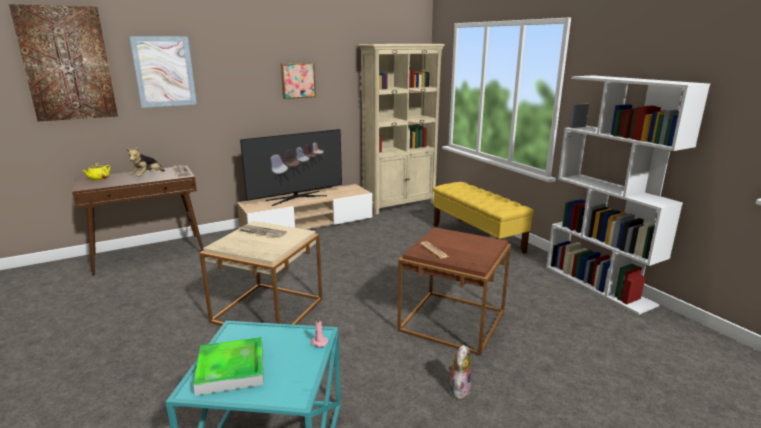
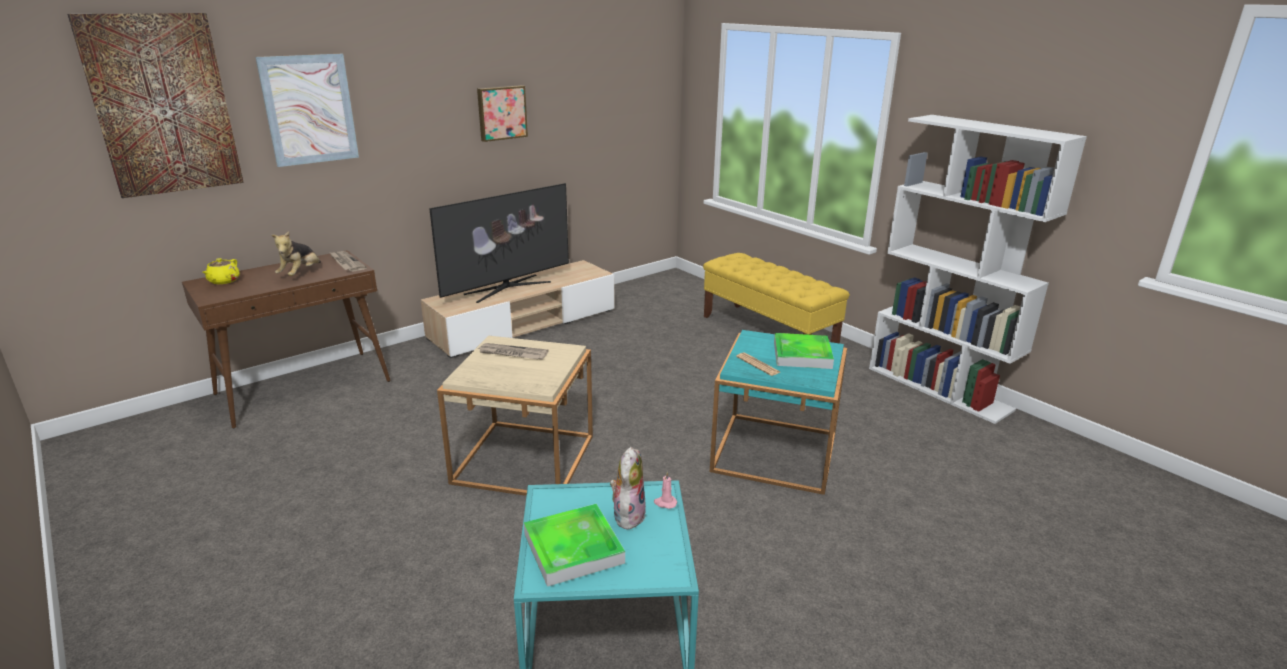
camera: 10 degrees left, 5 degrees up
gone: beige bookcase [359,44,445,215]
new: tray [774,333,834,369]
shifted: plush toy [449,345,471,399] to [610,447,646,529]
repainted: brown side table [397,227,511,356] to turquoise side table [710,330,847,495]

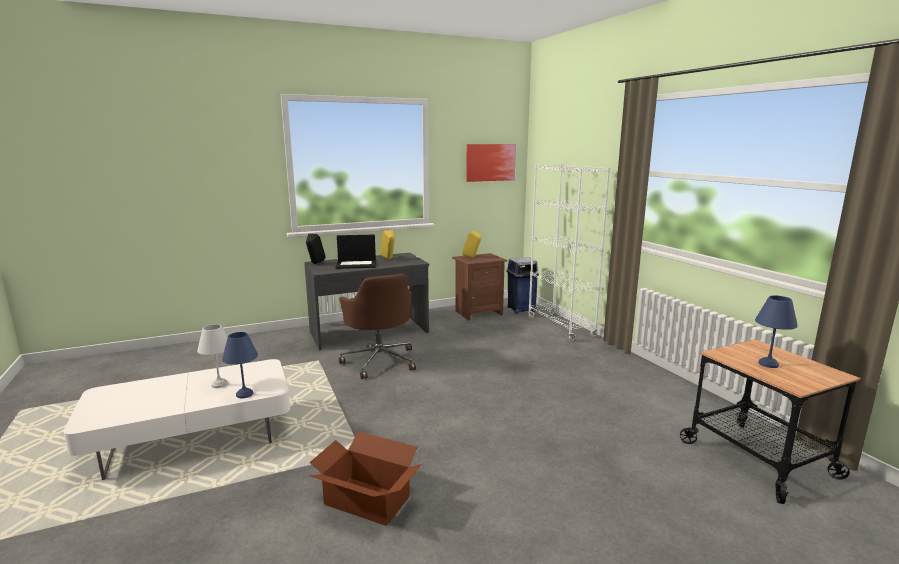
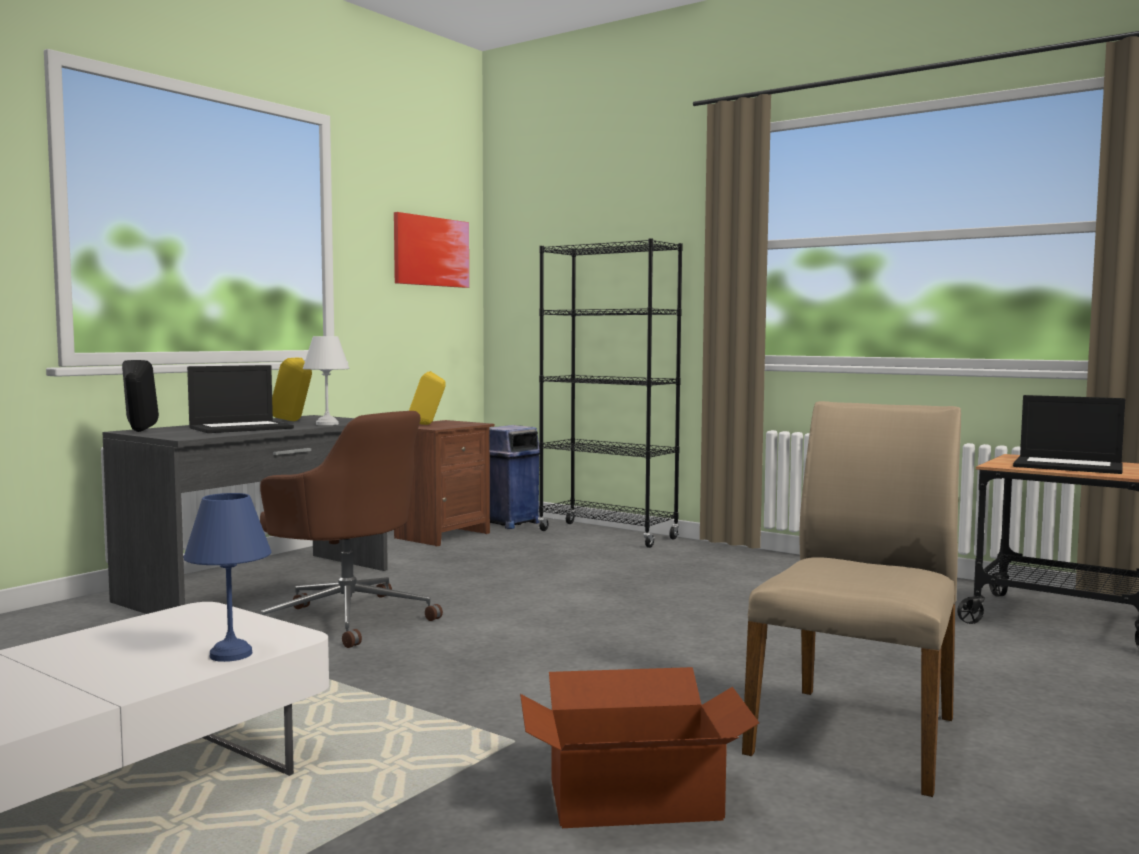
camera: 30 degrees left, 10 degrees down
new: beige chair [742,401,961,797]
shifted: white table lamp [197,324,228,388] to [303,336,349,425]
swapped: blue table lamp [755,295,798,368] to laptop [1013,395,1125,474]
repainted: white bookcase [528,164,611,341] to black bookcase [538,239,683,548]

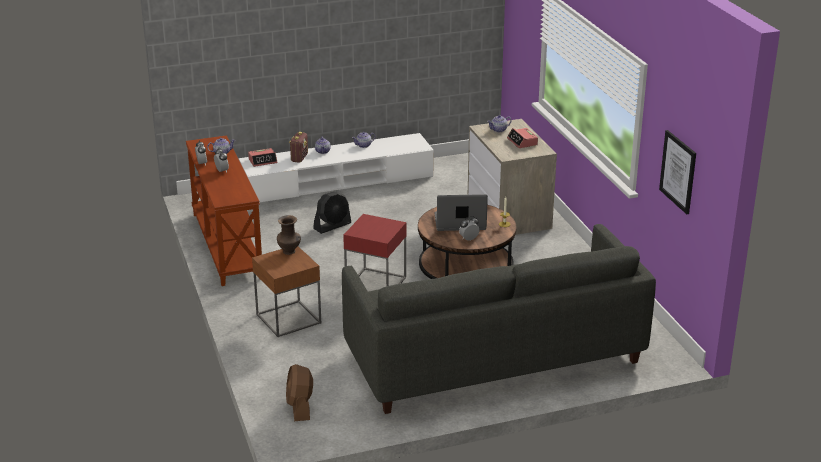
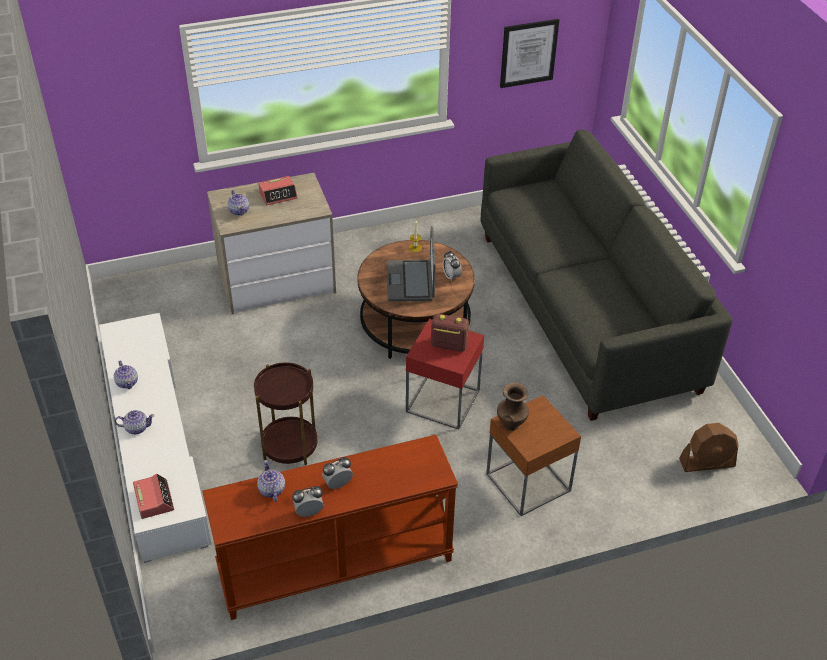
camera: 90 degrees left, 15 degrees up
shifted: radio [289,132,308,163] to [431,314,469,352]
swapped: black fan [313,192,351,234] to brown side table [254,362,318,465]

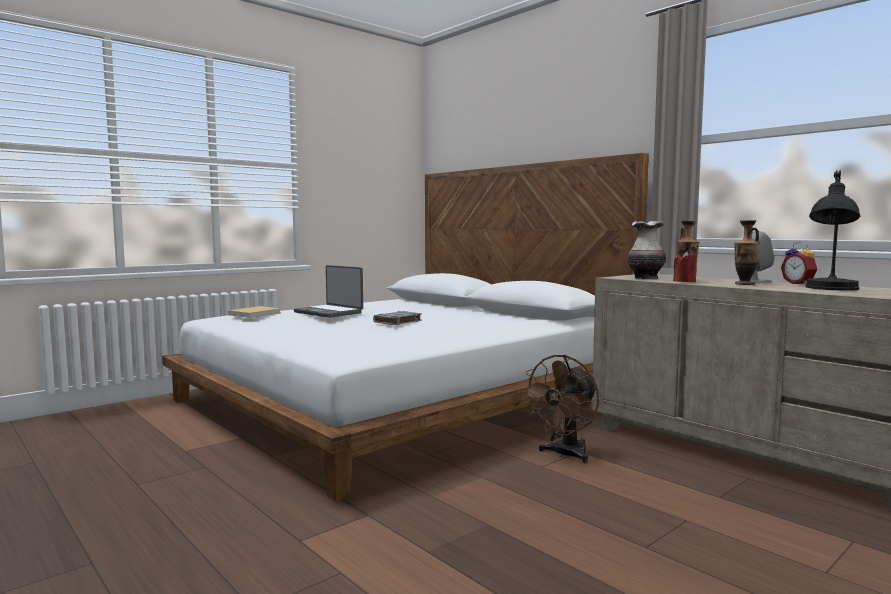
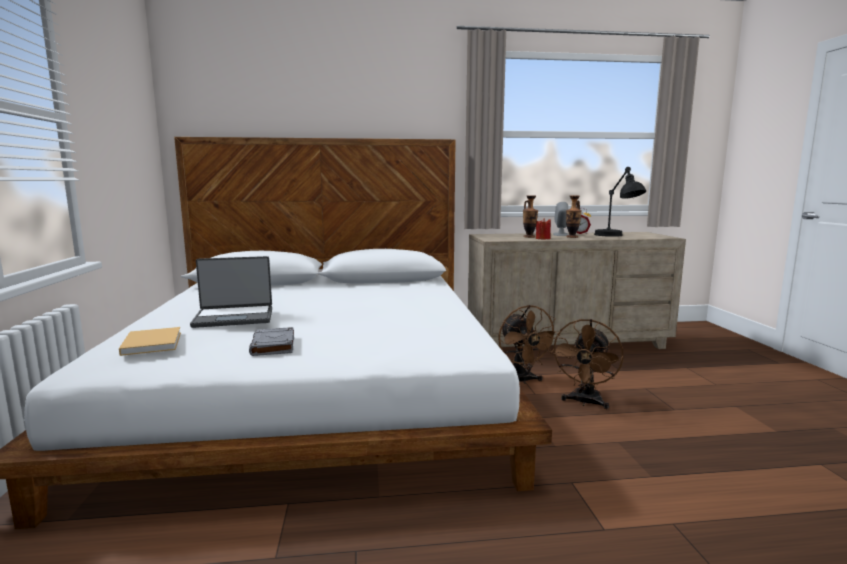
camera: 55 degrees left, 5 degrees up
gone: vase [627,221,666,279]
new: brown fan [551,319,624,409]
shifted: grey book [373,311,422,325] to [249,327,294,356]

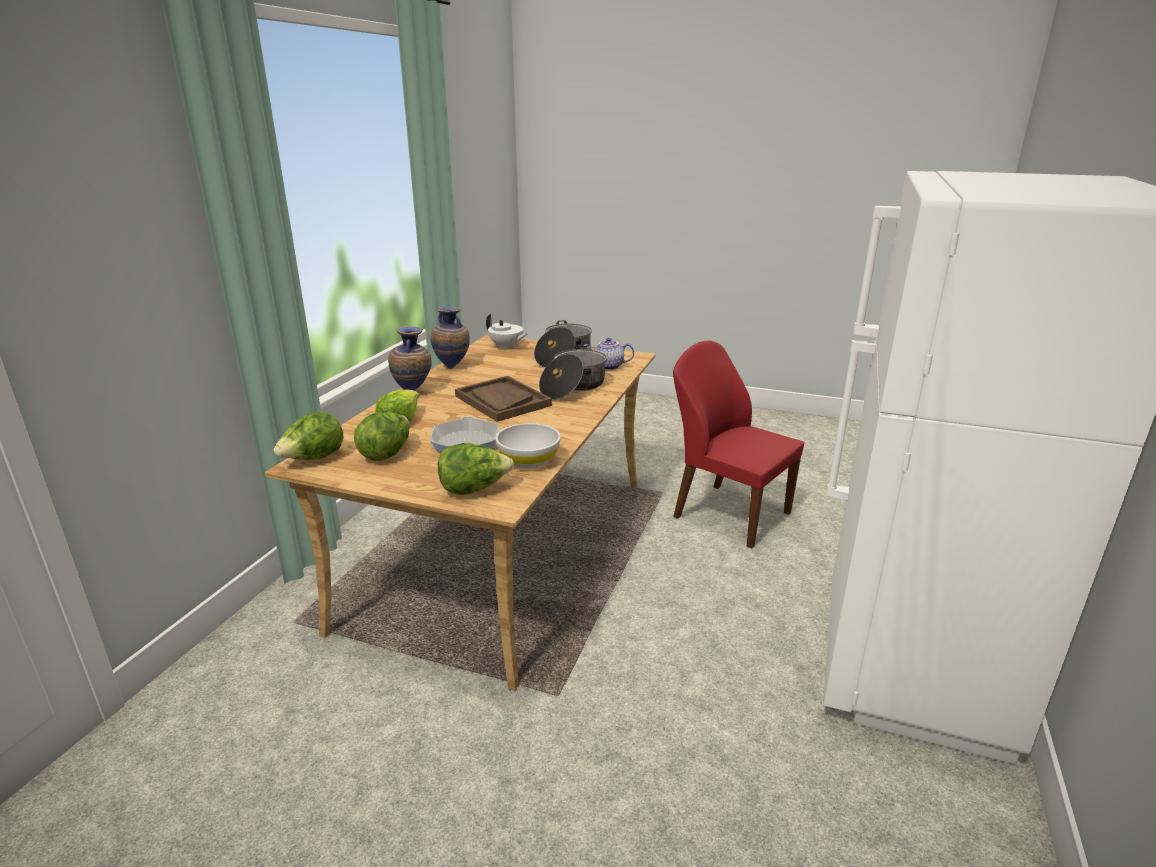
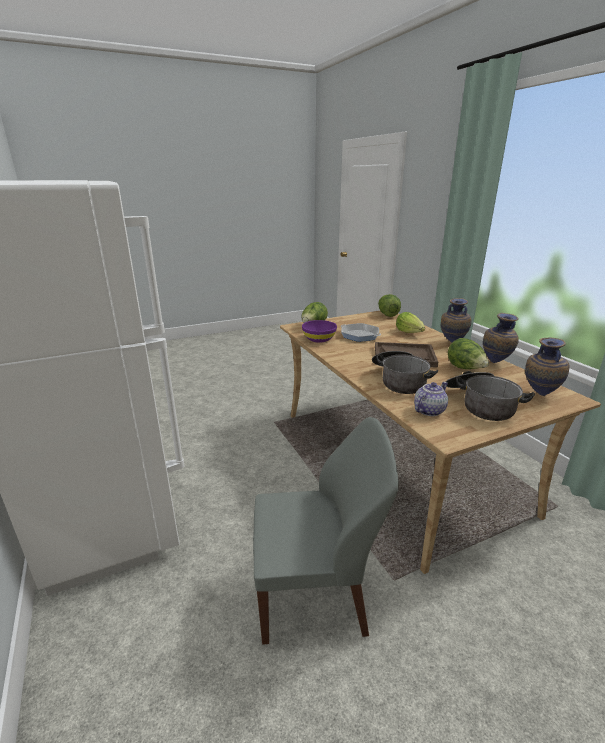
camera: 135 degrees right, 0 degrees up
shifted: lettuce [354,412,409,461] to [448,338,489,369]
swapped: white teapot [486,314,528,350] to vase [525,337,570,396]
repainted: white bowl [496,423,561,468] to purple bowl [302,320,337,343]; red chair [673,341,804,549] to grey chair [253,417,399,645]

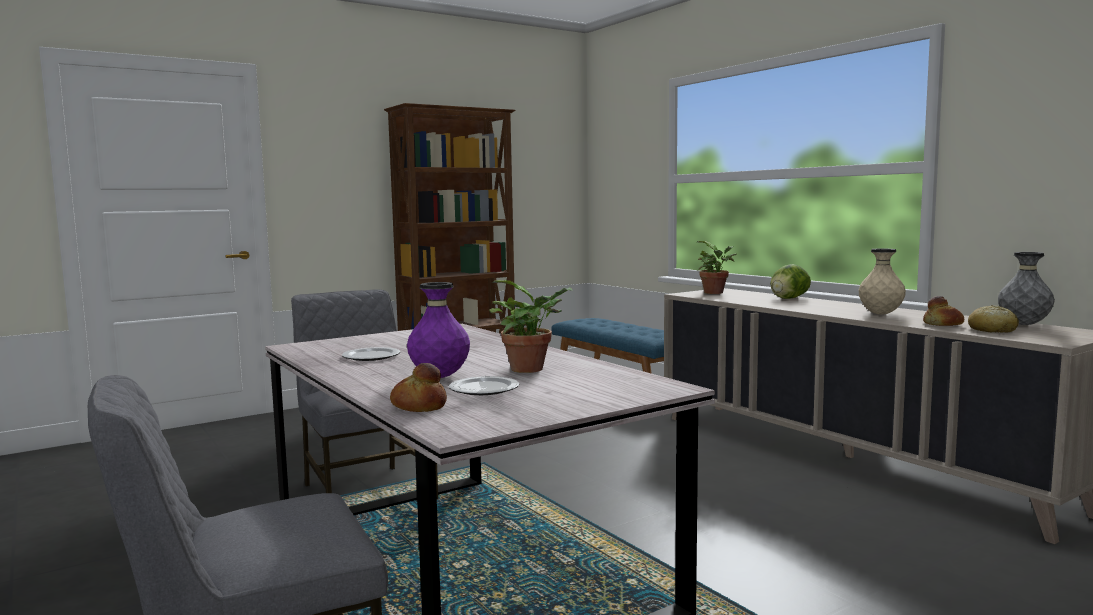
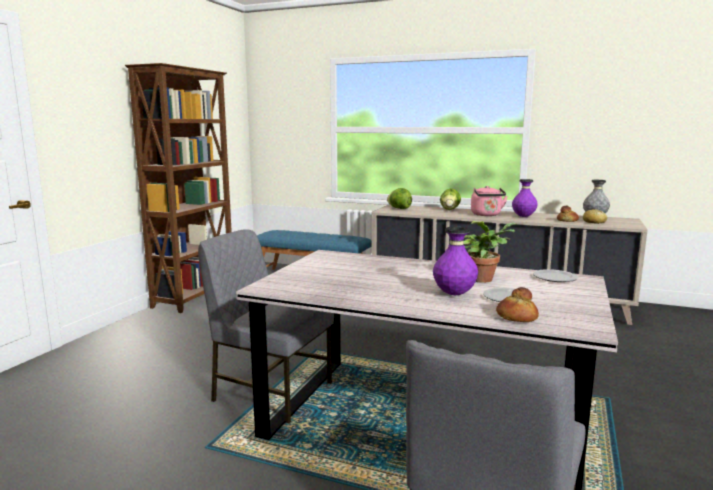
camera: 35 degrees left, 5 degrees up
new: pink kettle [471,186,508,216]
shifted: plate [342,347,400,361] to [533,269,578,282]
swapped: potted plant [697,241,737,294] to lettuce [387,188,412,209]
repainted: beige vase [859,249,906,315] to purple vase [512,179,538,217]

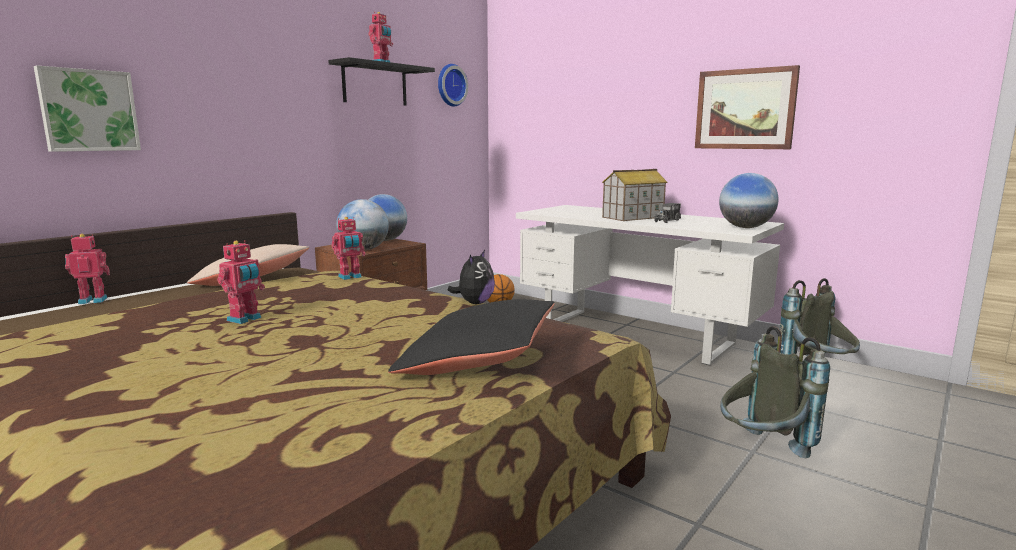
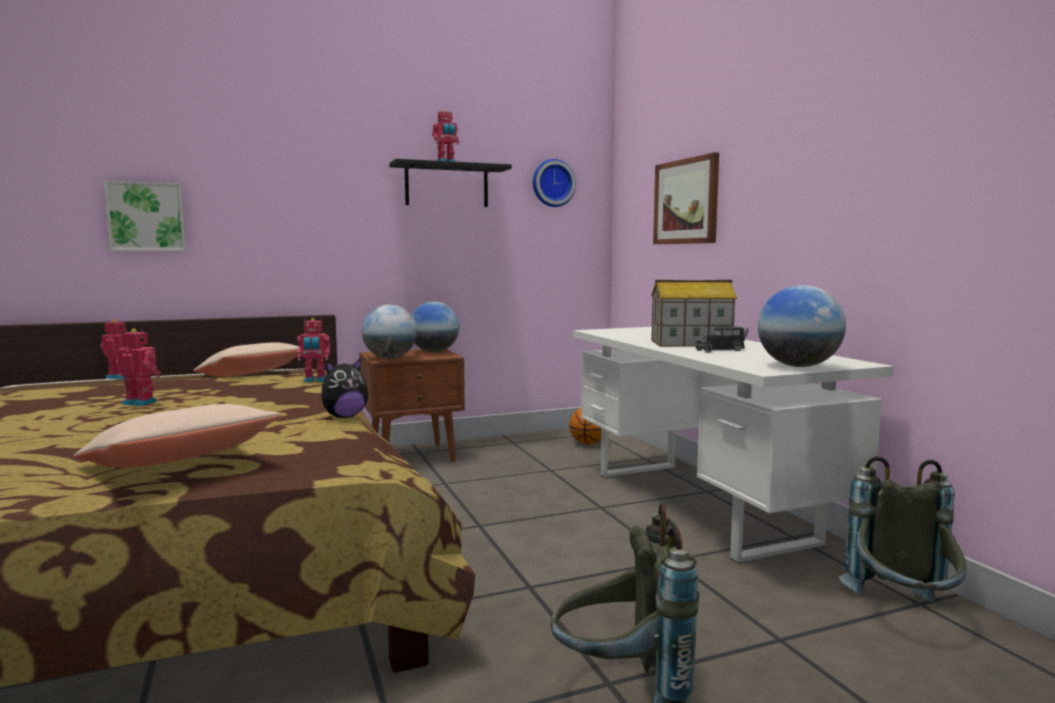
camera: 30 degrees right, 5 degrees down
shifted: picture [695,65,800,149] to [653,152,719,244]
repainted: black pillow [388,299,555,375] to beige pillow [73,404,281,468]
rotated: toy robot [217,240,265,324] = [116,329,161,406] 135 degrees counterclockwise

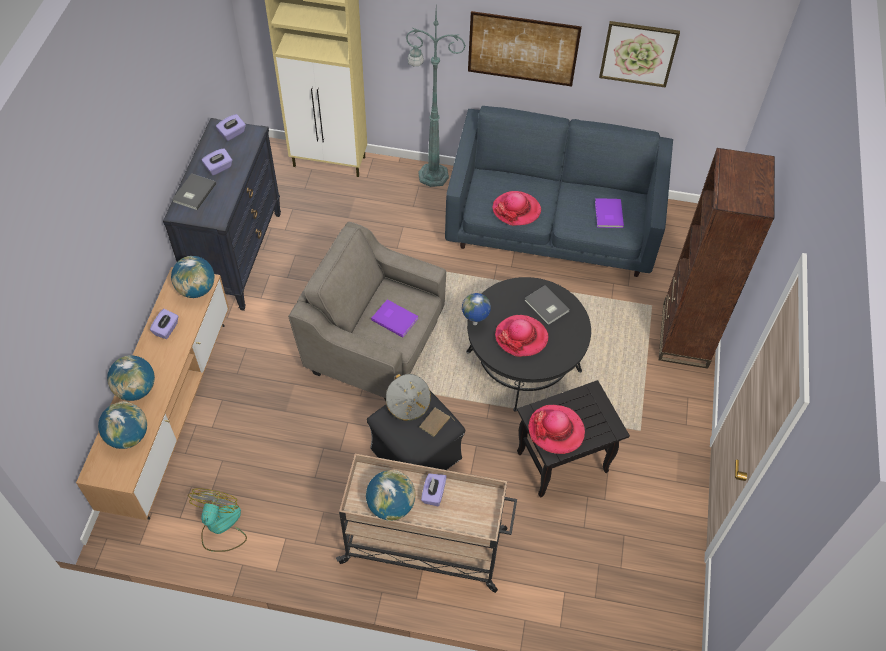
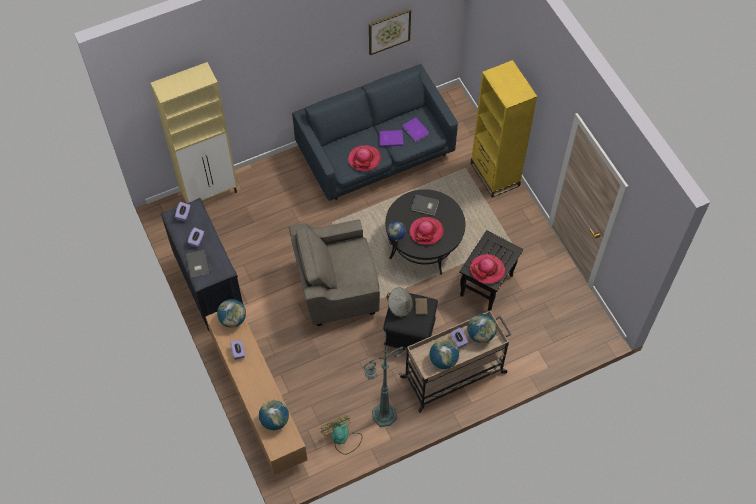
camera: 35 degrees left, 5 degrees up
gone: picture [468,11,582,87]
shifted: globe [107,355,155,401] to [467,314,497,343]; purple book [371,299,418,338] to [379,130,404,147]; green floor lamp [406,8,466,187] to [363,343,407,427]
repainted: brown bookcase [659,148,775,369] to yellow bookcase [471,60,537,198]

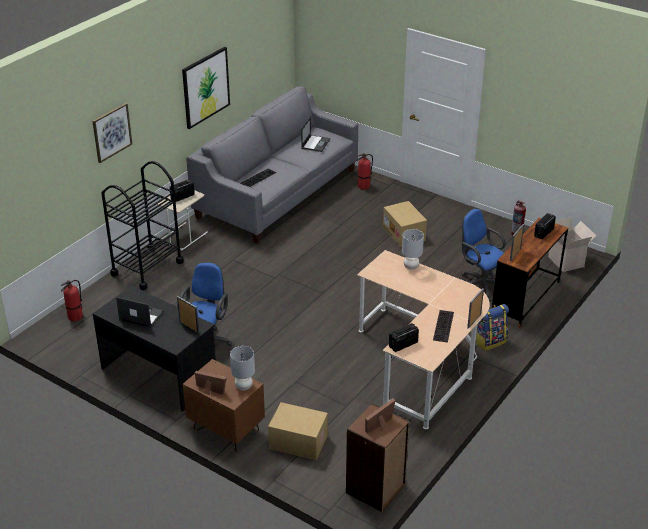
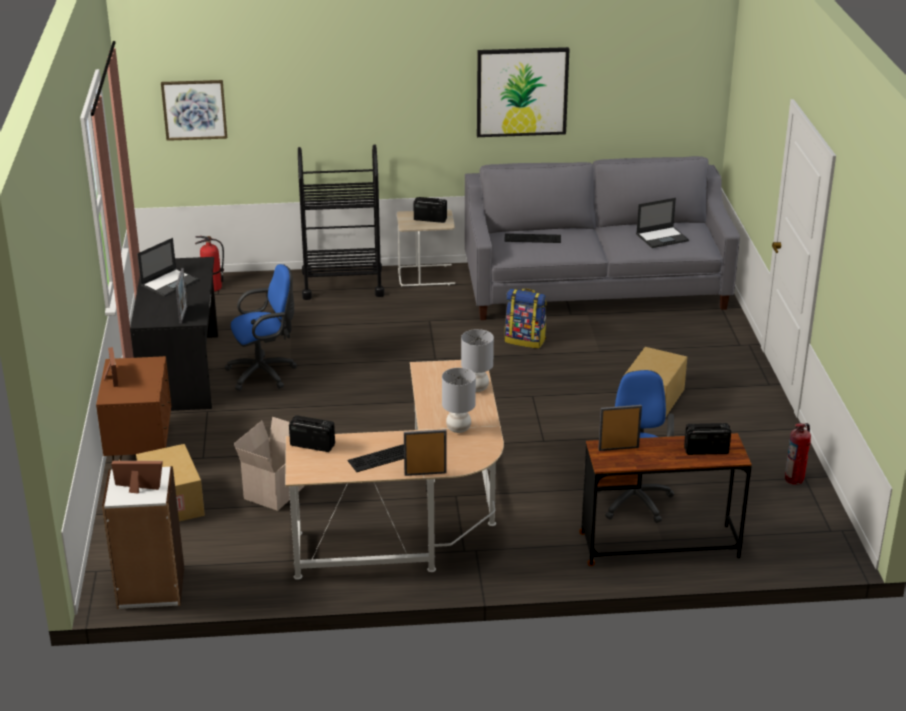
camera: 50 degrees right, 5 degrees down
gone: fire extinguisher [357,153,373,190]
shifted: picture [92,103,132,163] to [161,80,227,141]; grey table lamp [230,346,255,390] to [442,368,476,433]; backpack [476,304,509,351] to [505,288,546,349]; cardboard box [548,217,596,272] to [234,417,304,511]
repainted: brown bookcase [346,403,410,512] to white bookcase [102,466,184,609]
rotated: laptop [116,297,164,328] = [137,238,199,297] 60 degrees clockwise

